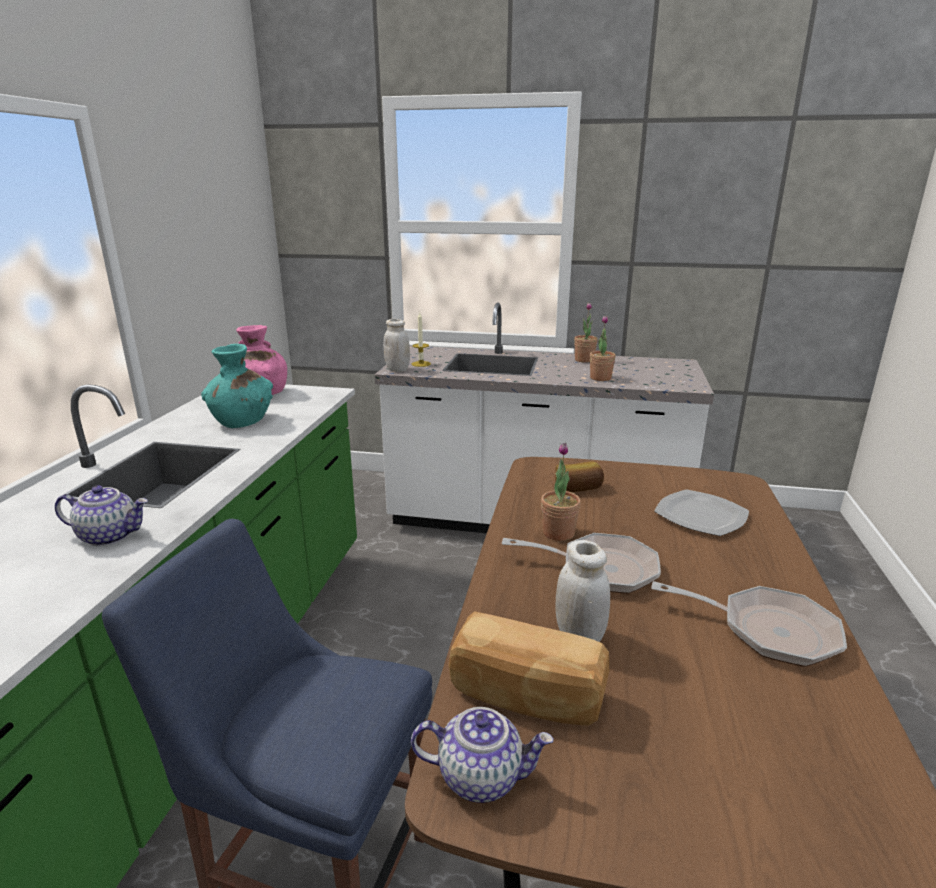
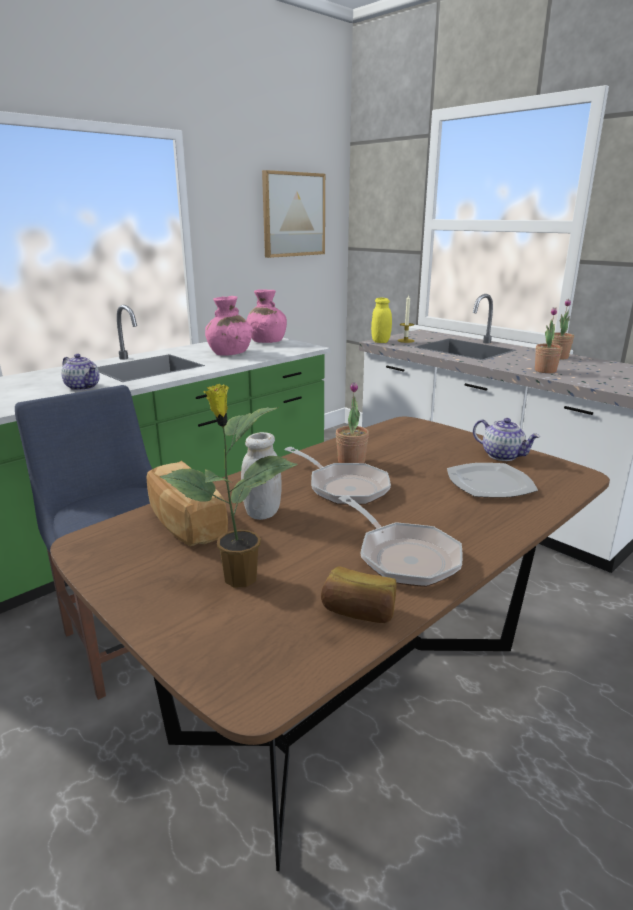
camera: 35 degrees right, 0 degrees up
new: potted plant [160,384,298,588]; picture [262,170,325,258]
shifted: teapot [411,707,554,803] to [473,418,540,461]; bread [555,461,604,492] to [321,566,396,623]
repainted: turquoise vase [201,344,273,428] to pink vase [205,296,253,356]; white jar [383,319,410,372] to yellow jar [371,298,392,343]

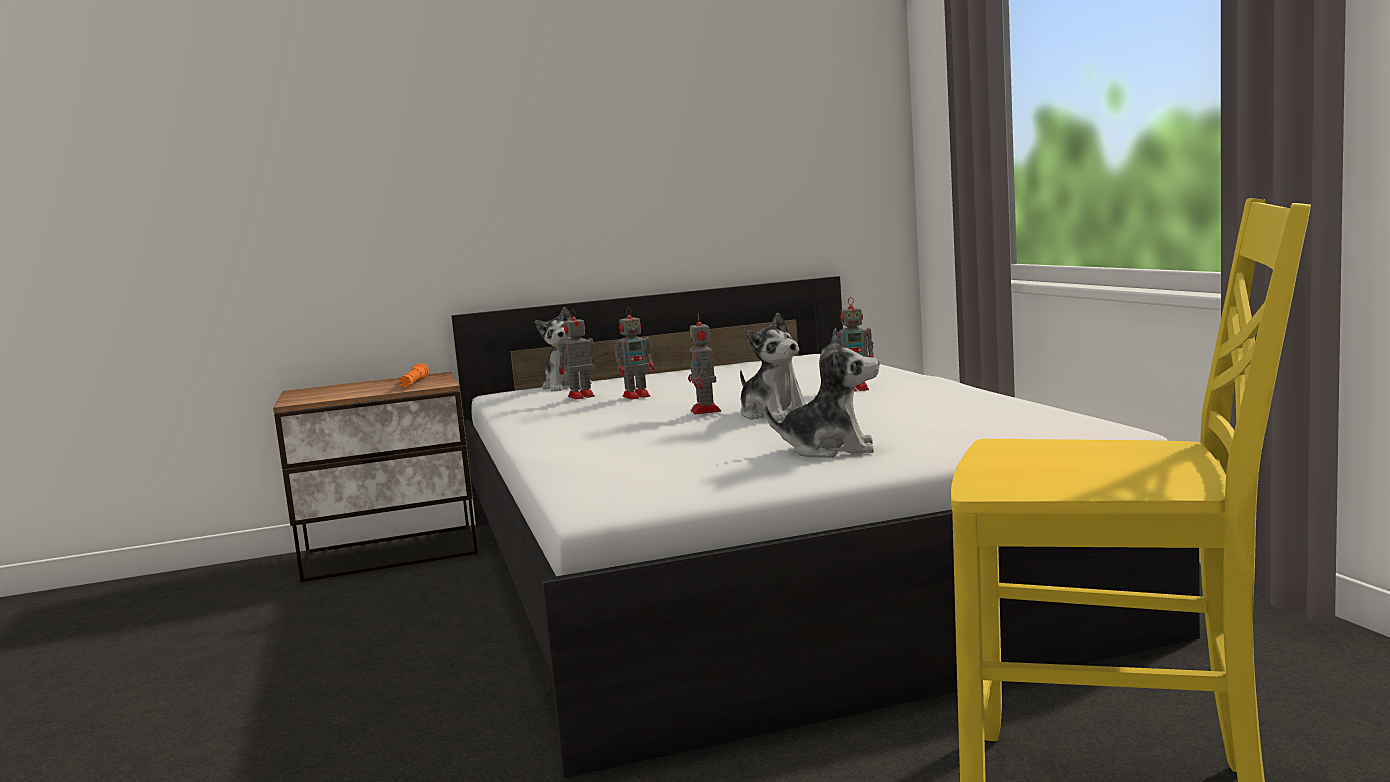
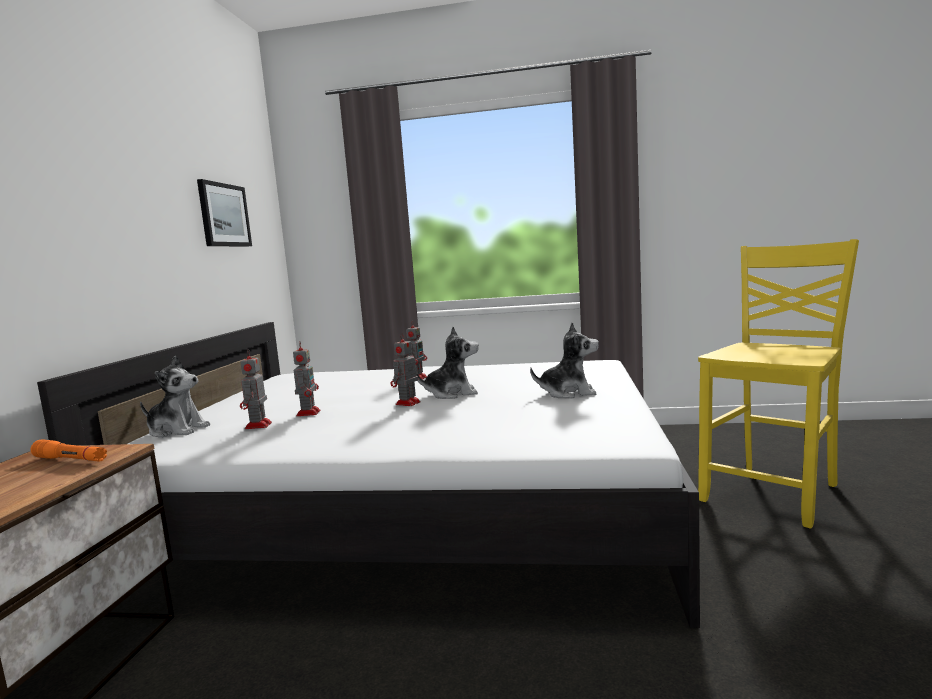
camera: 65 degrees left, 0 degrees up
new: picture [197,179,252,247]
rotated: toy robot [688,313,721,414] = [390,333,421,406] 105 degrees clockwise; plush toy [765,329,879,458] = [530,322,599,398] 60 degrees clockwise

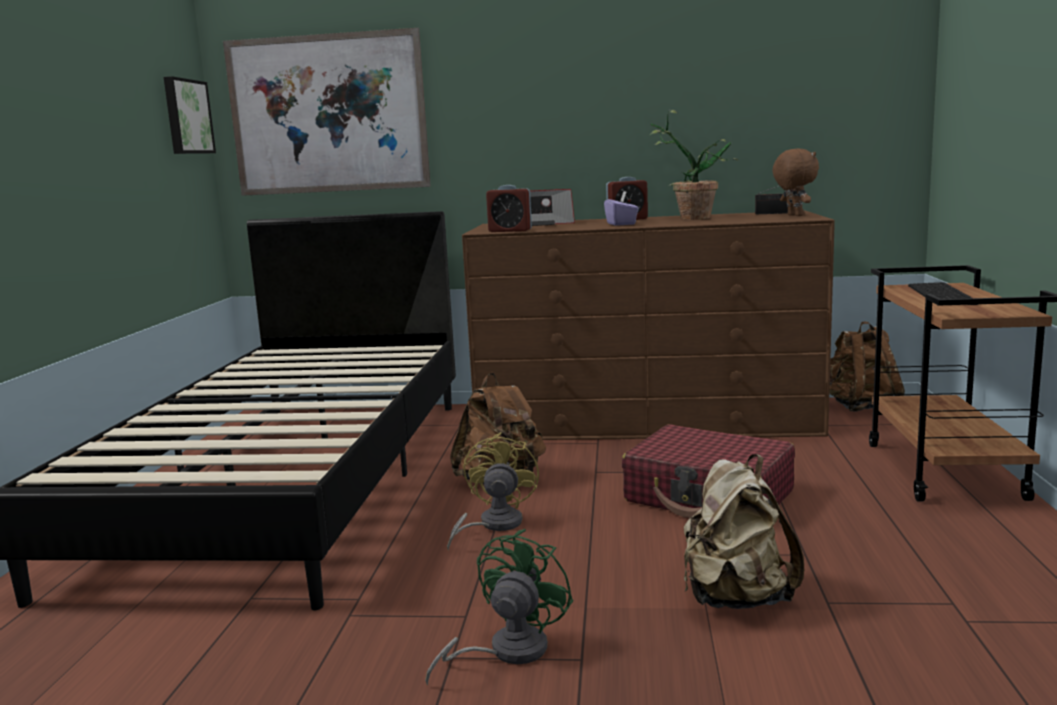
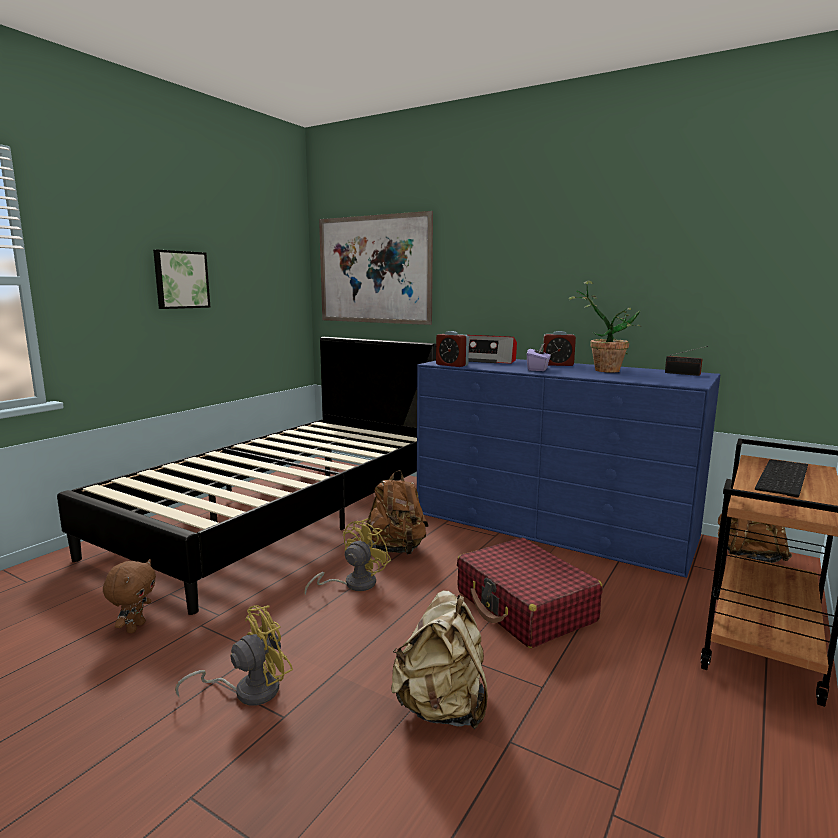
camera: 25 degrees right, 0 degrees up
shifted: picture [164,76,216,154] to [153,250,210,309]; brown plush toy [772,148,819,216] to [103,559,156,633]
repainted: green fan [425,529,574,685] to yellow fan [175,605,293,706]; brown dresser [462,211,835,440] to blue dresser [417,359,721,578]

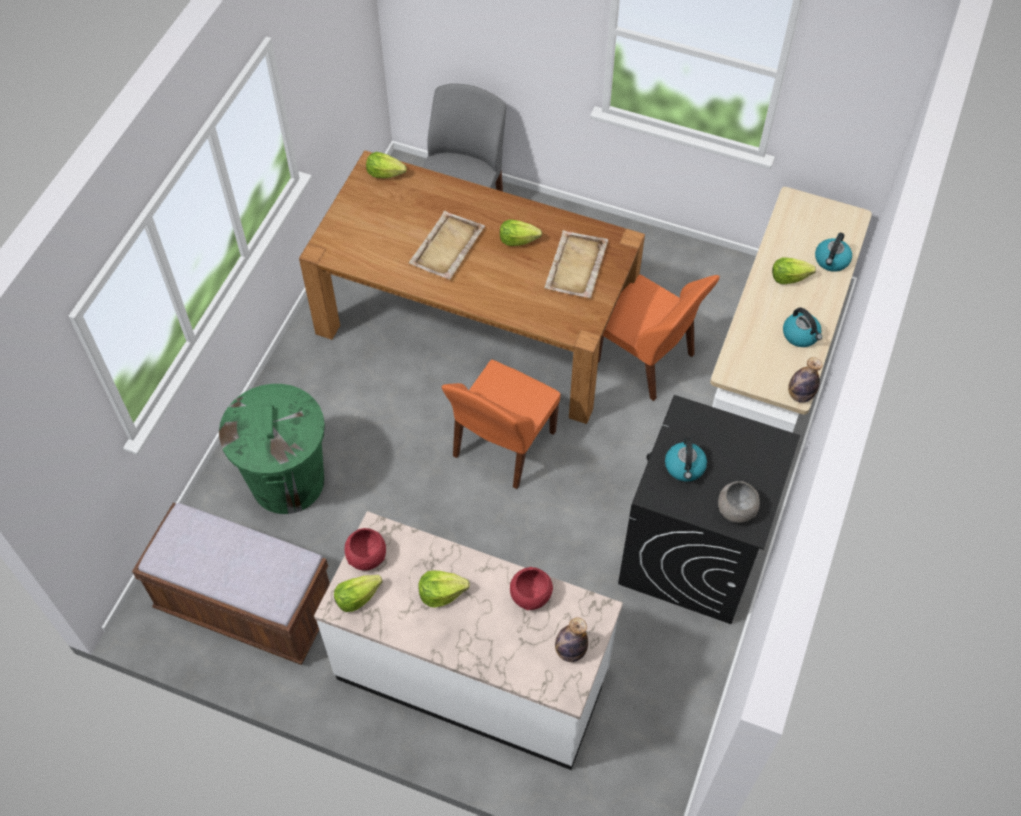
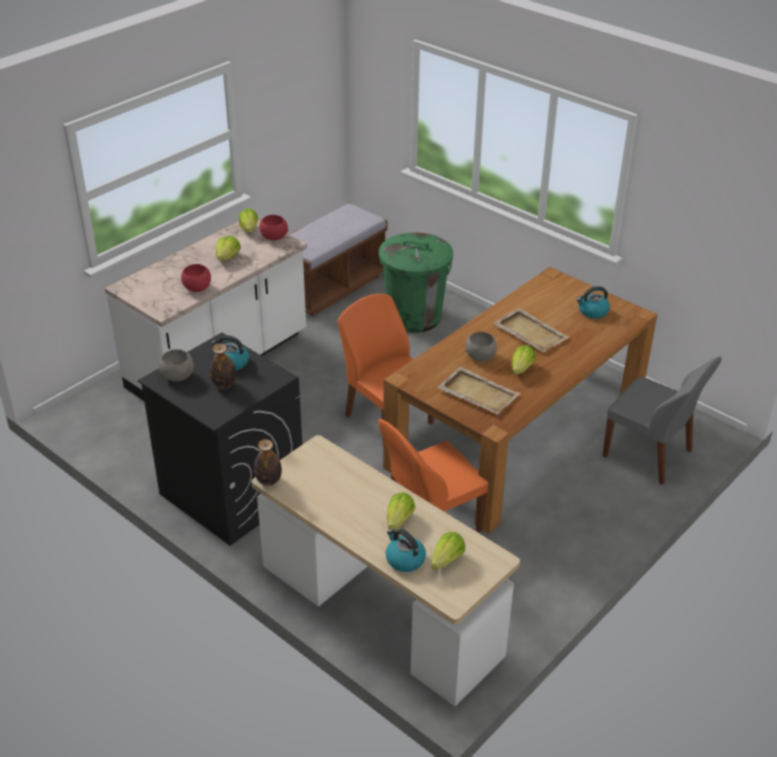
camera: 110 degrees right, 20 degrees down
new: grey bowl [465,332,497,362]
shifted: lettuce [366,152,407,178] to [431,532,465,570]; bottle [555,617,588,662] to [210,343,236,389]; kettle [783,308,822,347] to [576,286,610,318]

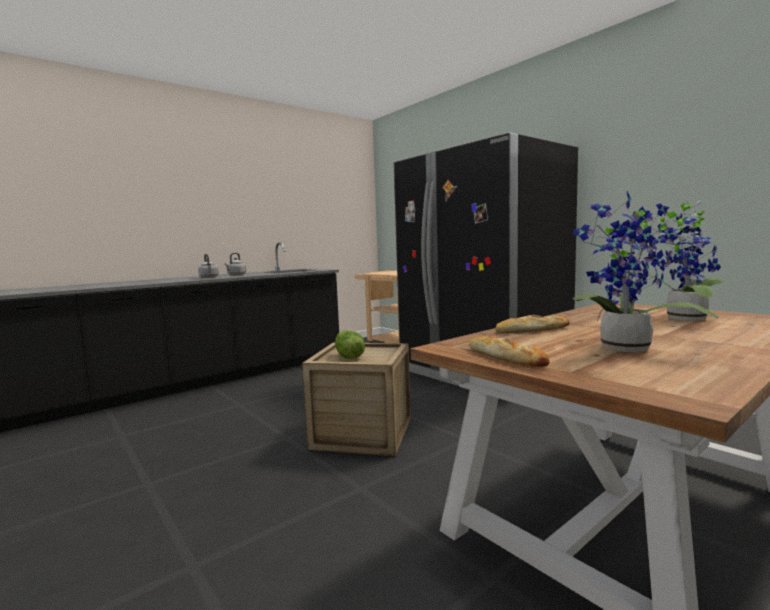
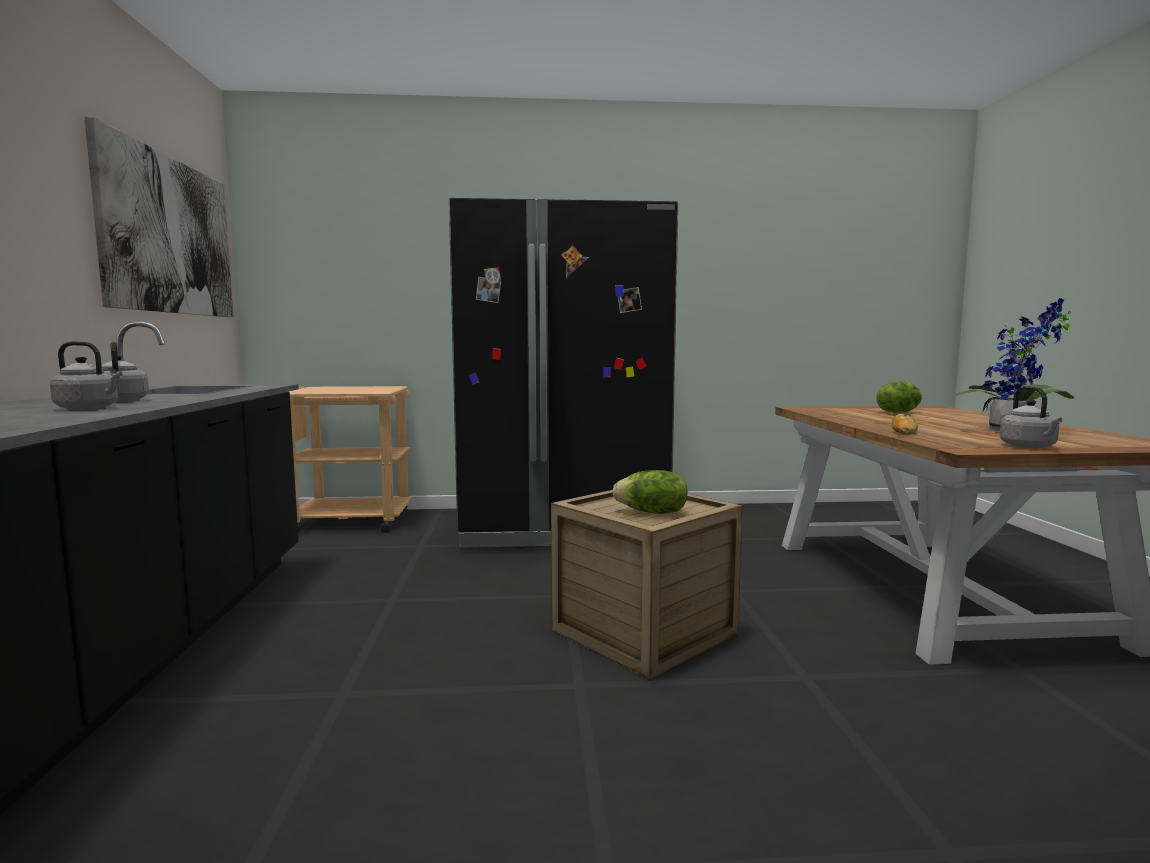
camera: 55 degrees left, 0 degrees up
new: picture [84,117,233,317]
swapped: bread [469,336,549,367] to grey kettle [999,386,1062,448]; potted plant [630,203,725,321] to lettuce [877,381,922,413]

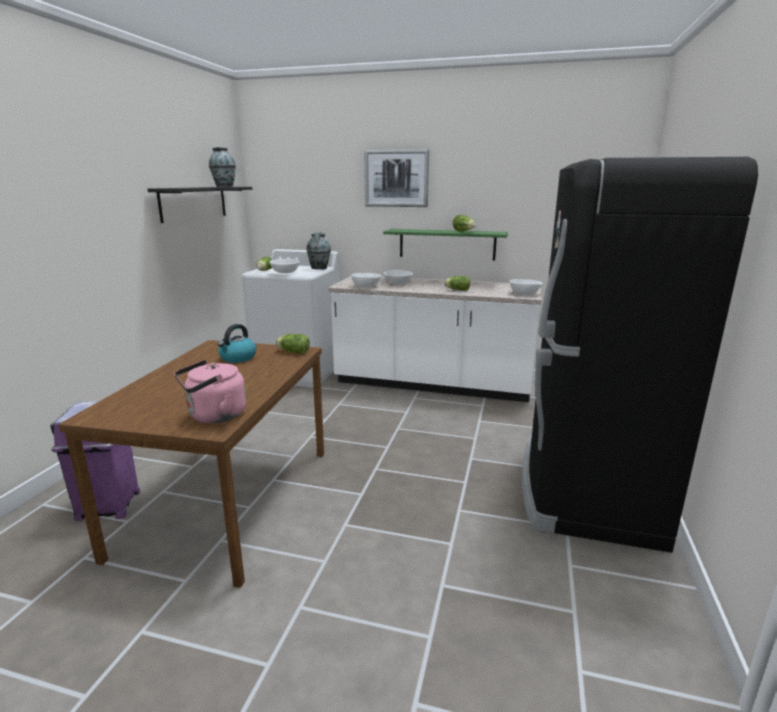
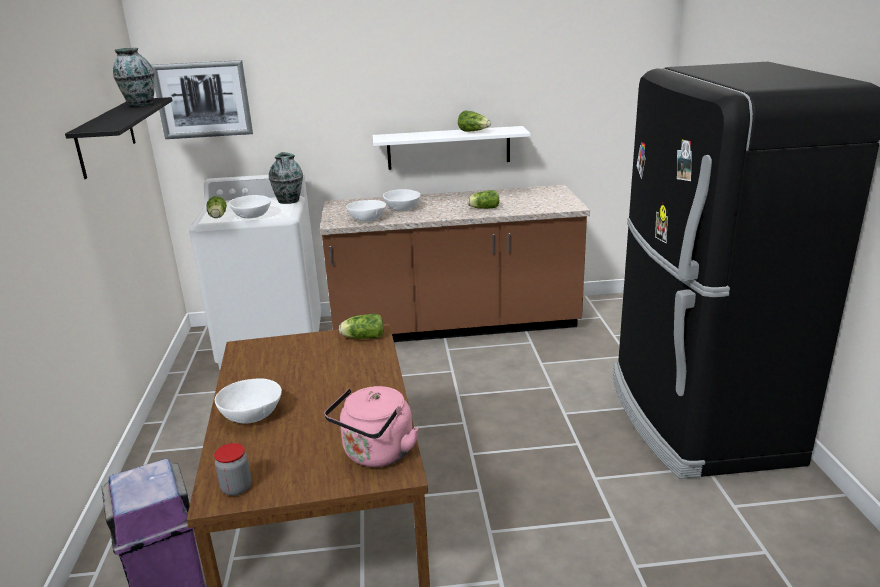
camera: 20 degrees left, 5 degrees up
gone: kettle [218,324,256,363]
new: jar [214,443,252,496]
shifted: picture [364,149,429,207] to [151,60,253,139]; white bowl [509,279,543,295] to [215,378,282,424]
repainted: white counter [328,276,541,402] to brown counter [320,185,590,342]; green shelf [383,229,508,260] to white shelf [373,126,531,170]

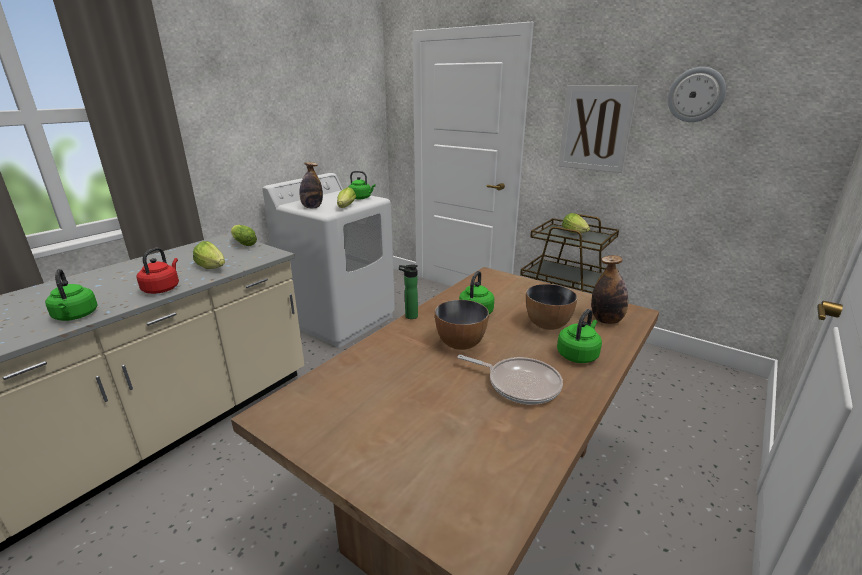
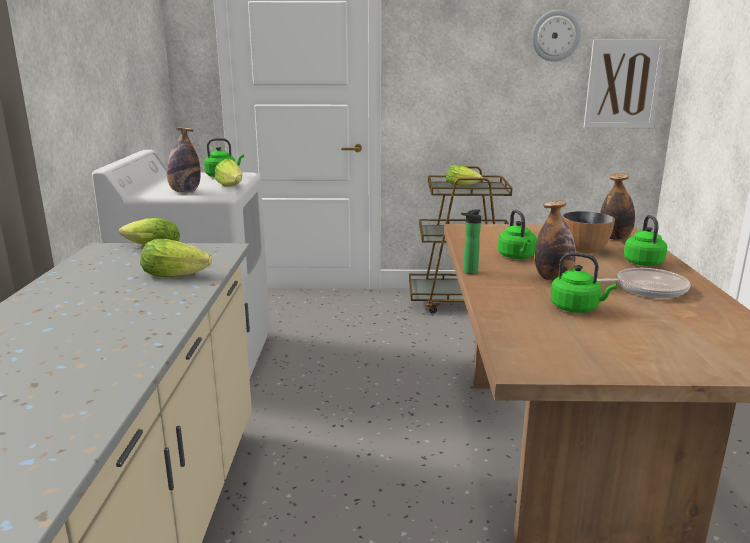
camera: 35 degrees left, 5 degrees down
gone: red kettle [137,248,179,294]
shifted: green kettle [45,269,98,321] to [551,252,617,313]; picture [558,85,638,173] to [584,39,666,128]
swapped: bowl [435,300,489,350] to bottle [535,201,576,281]

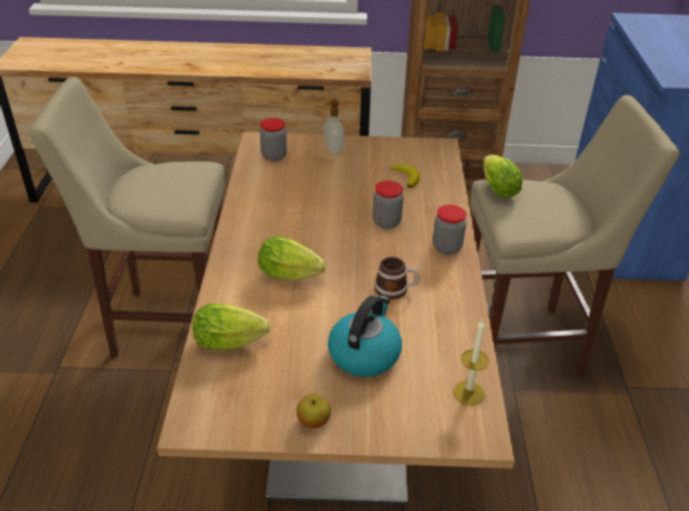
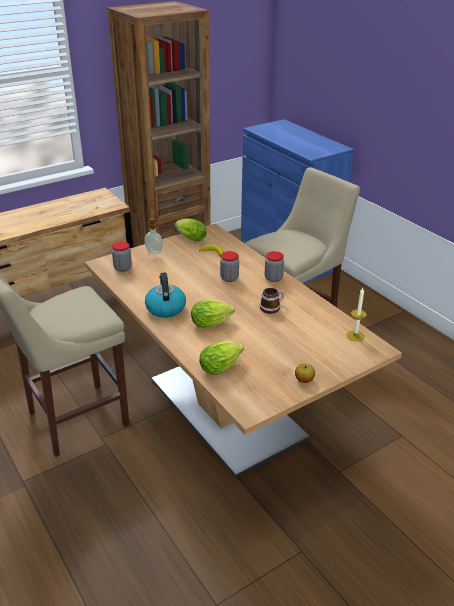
camera: 35 degrees left, 5 degrees down
shifted: kettle [328,295,402,377] to [145,272,186,318]; lettuce [484,155,523,198] to [175,219,207,242]

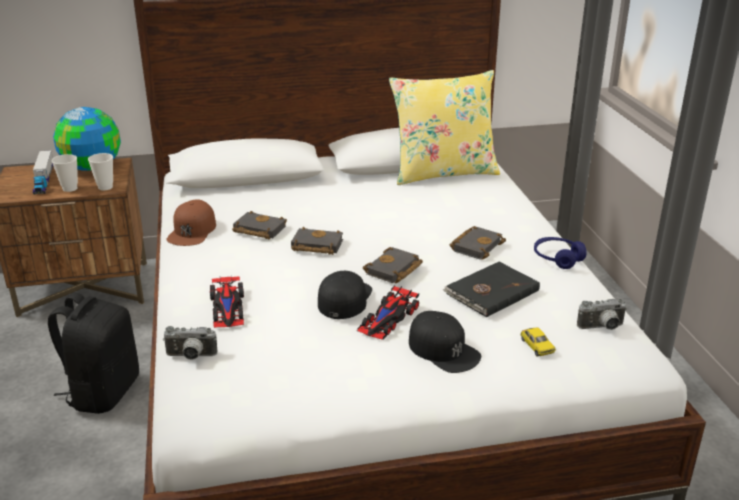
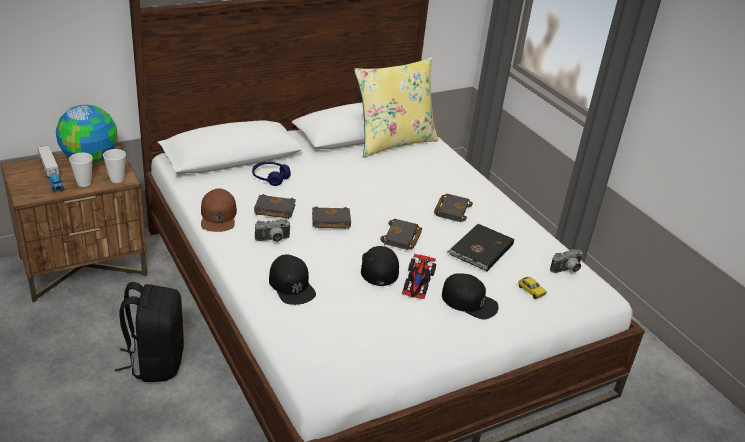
camera: 20 degrees left, 5 degrees up
shifted: photo camera [163,326,217,360] to [255,219,291,242]; blue headphones [534,237,587,269] to [252,162,291,186]
swapped: toy car [210,276,244,327] to black cap [269,255,316,305]

